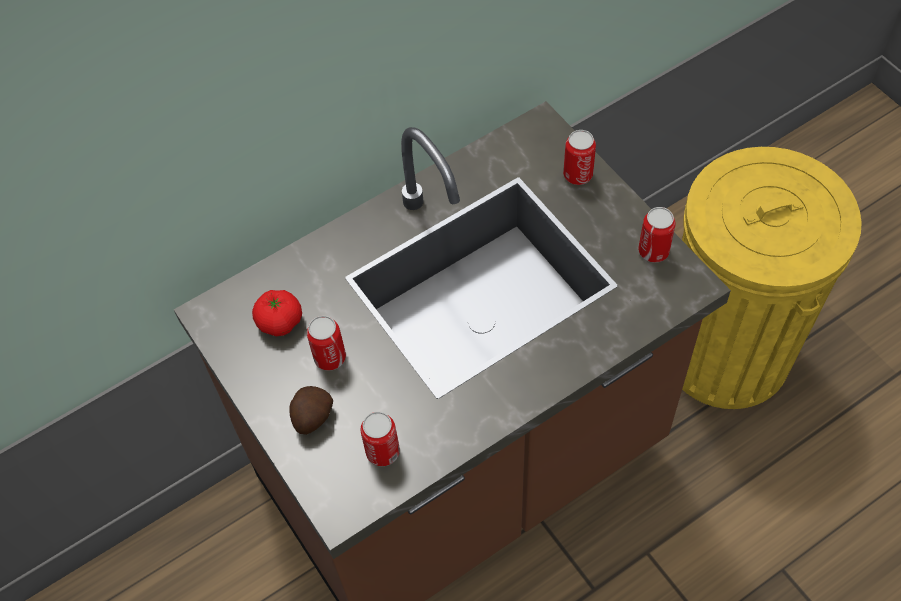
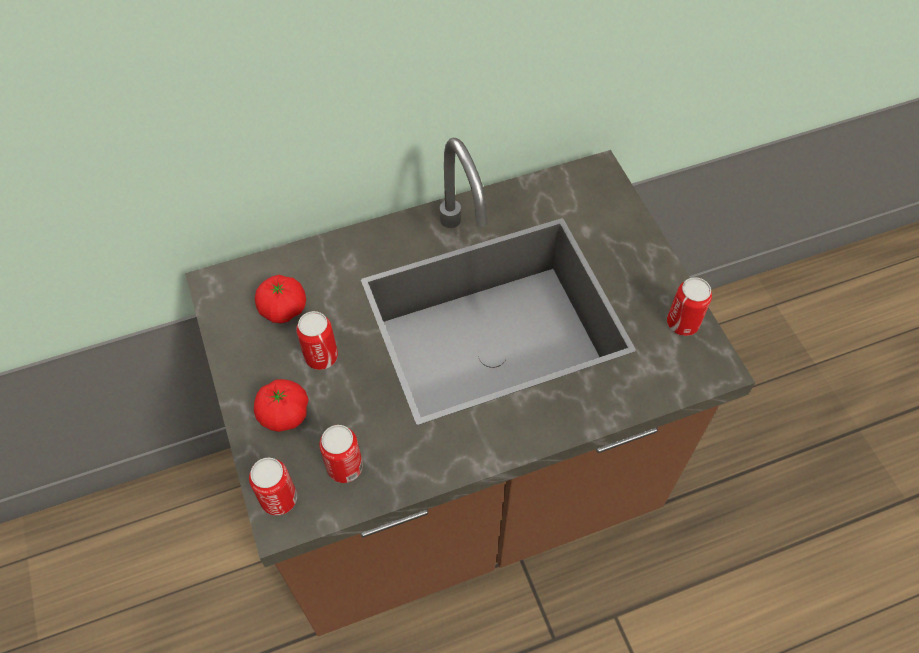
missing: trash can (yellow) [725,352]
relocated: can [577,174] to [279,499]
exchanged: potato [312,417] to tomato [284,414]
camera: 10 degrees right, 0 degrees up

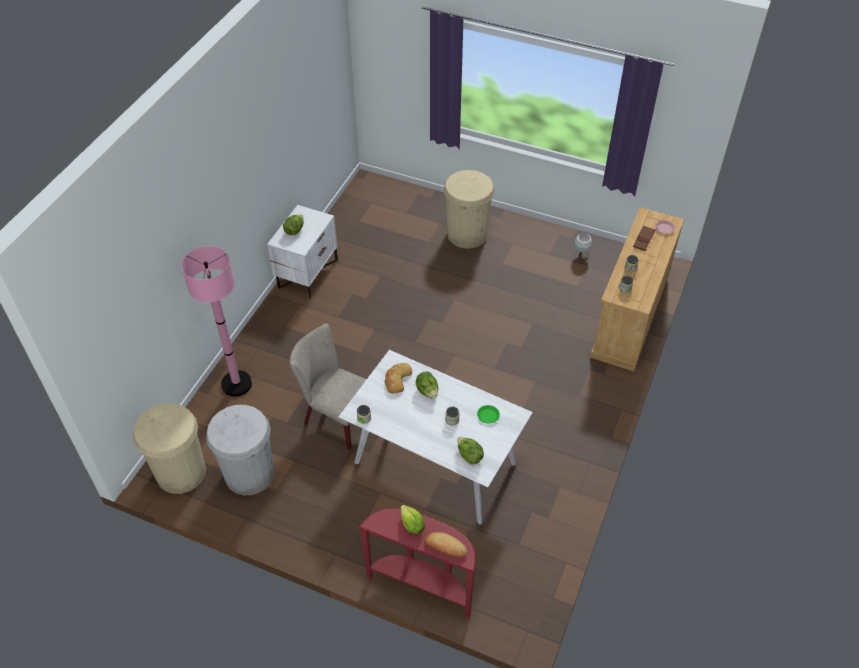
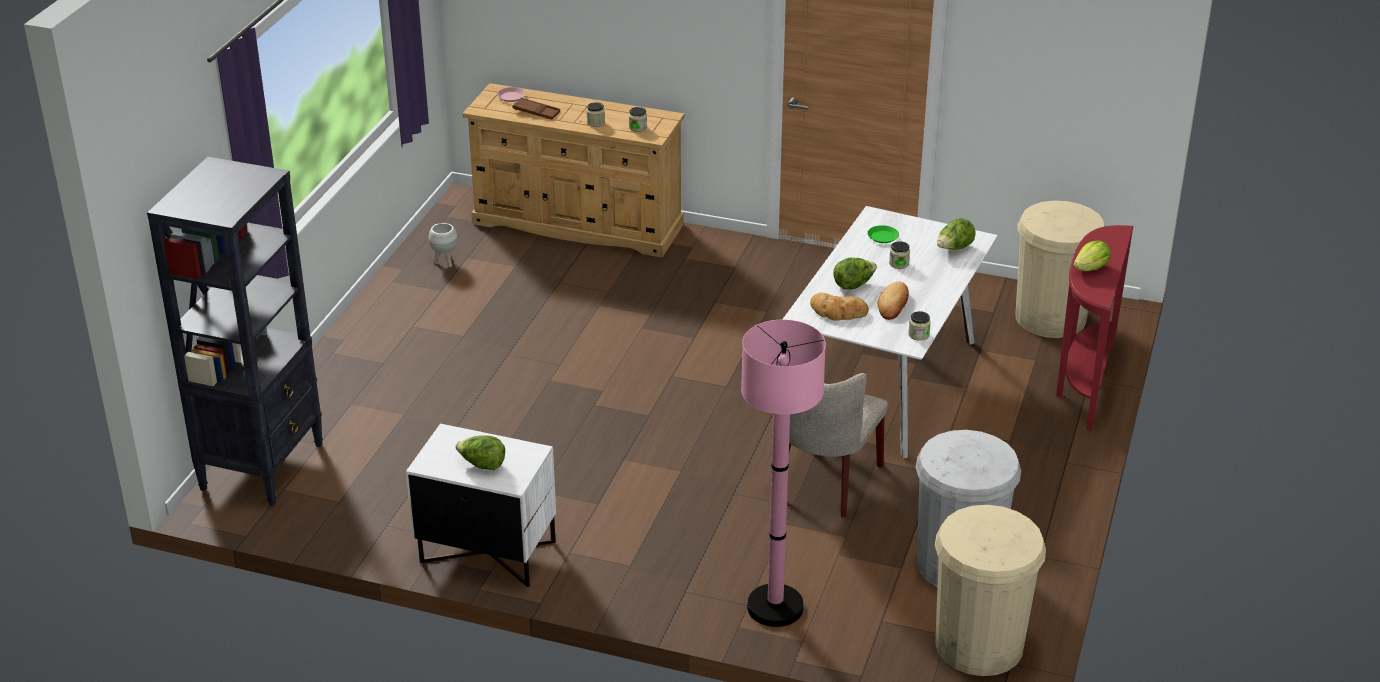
appeared: bookcase (black) [263,466]
relocated: bread [445,546] to [893,304]; trash can (beige) [467,234] to [1050,318]
camera: 95 degrees left, 15 degrees down

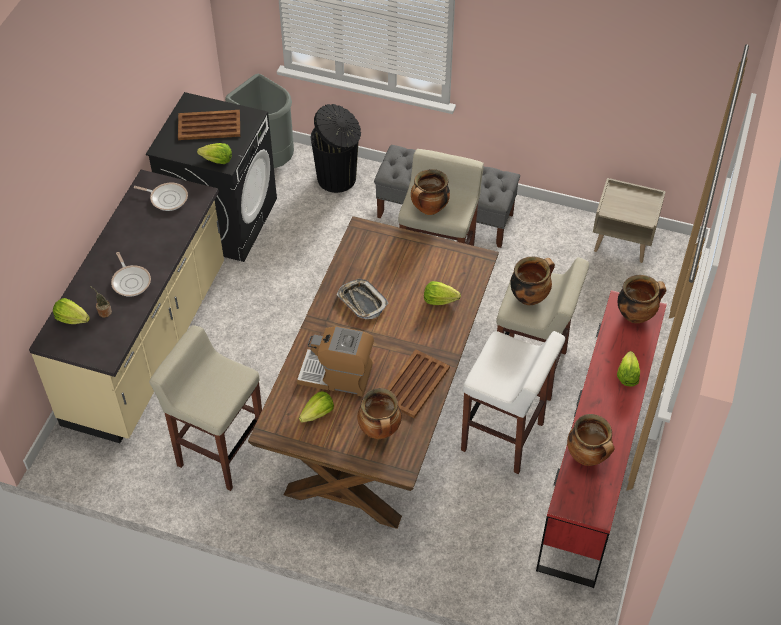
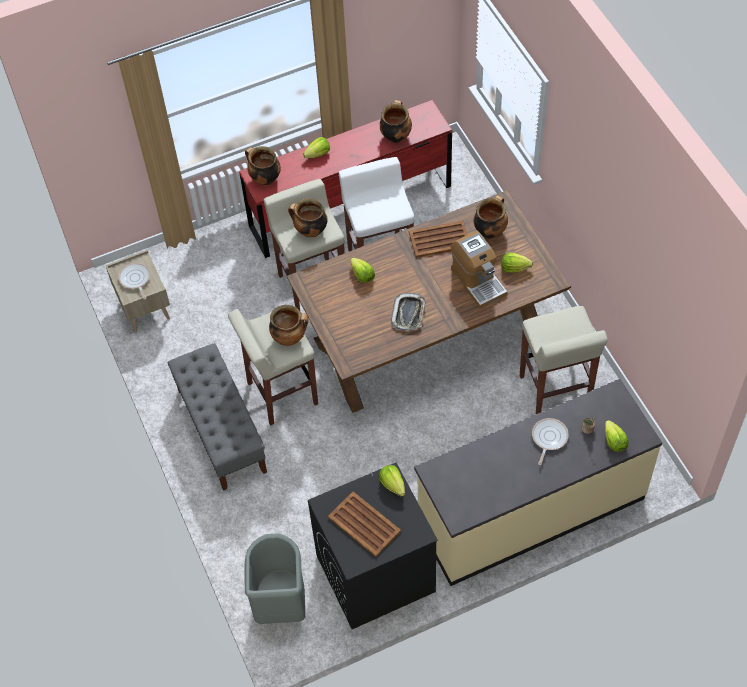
missing: trash can (black) [338,178]
relocated: frying pan [167,198] to [135,279]
camera: 130 degrees left, 5 degrees up

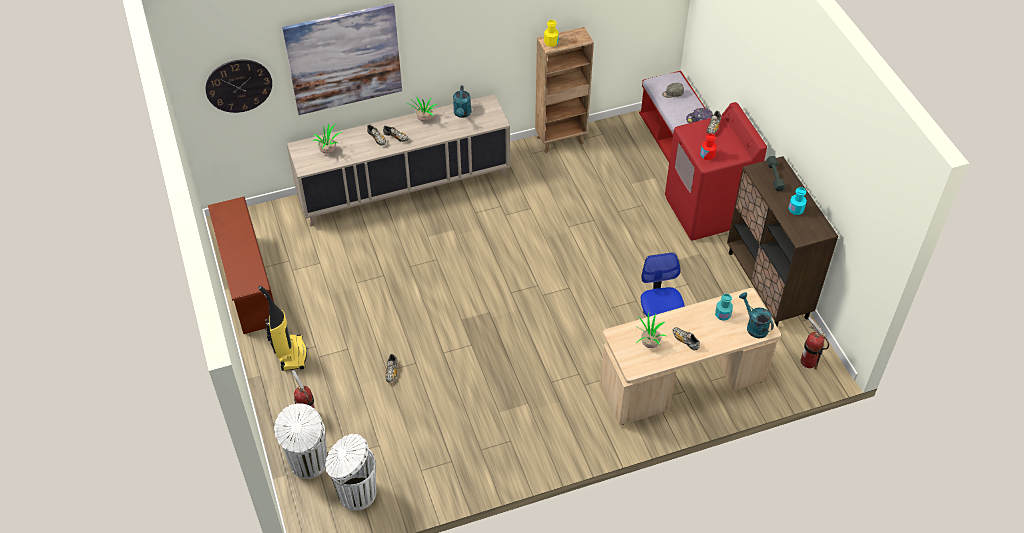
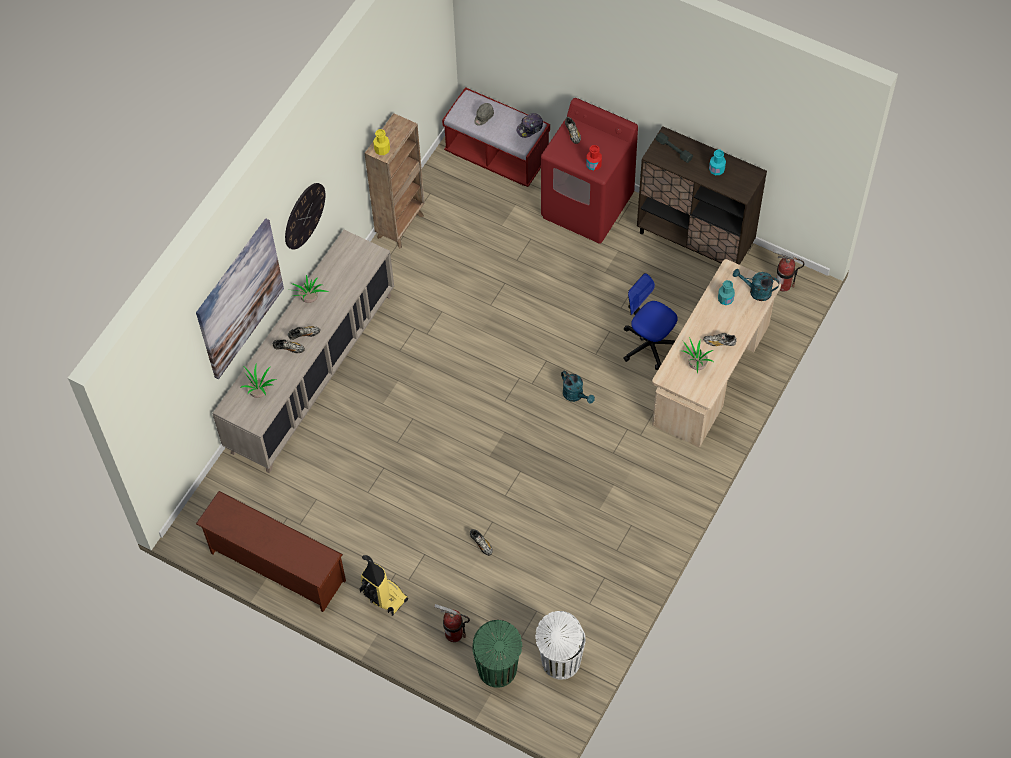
relocated: wall clock [238,85] to [304,215]; watering can (turquoise) [462,114] to [575,395]
colour: trash can (white) [308,463] to trash can (green) [498,670]
camera: 40 degrees left, 10 degrees up

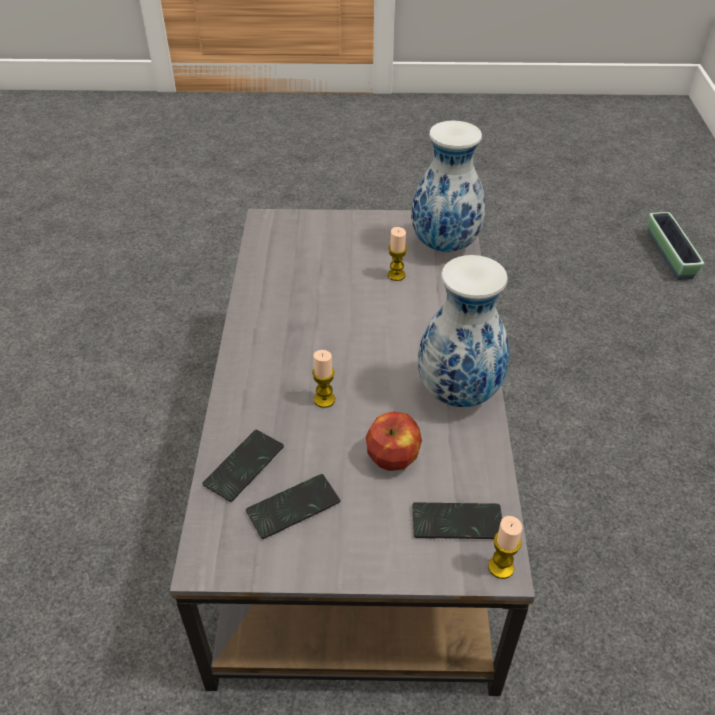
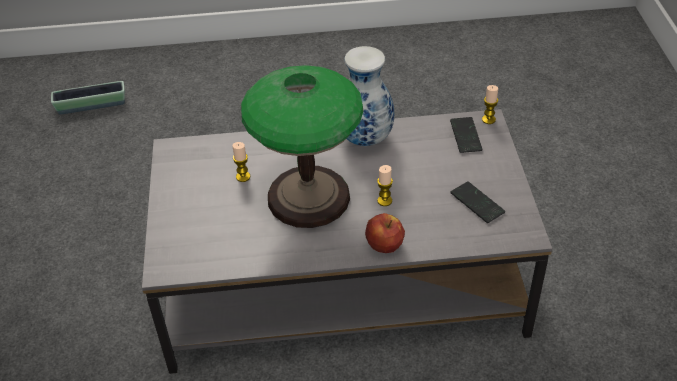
missing: phone [244,466]; vase [445,245]
appeared: table lamp [309,198]
relocated: apple [393,457] to [384,245]
camera: 95 degrees left, 0 degrees up

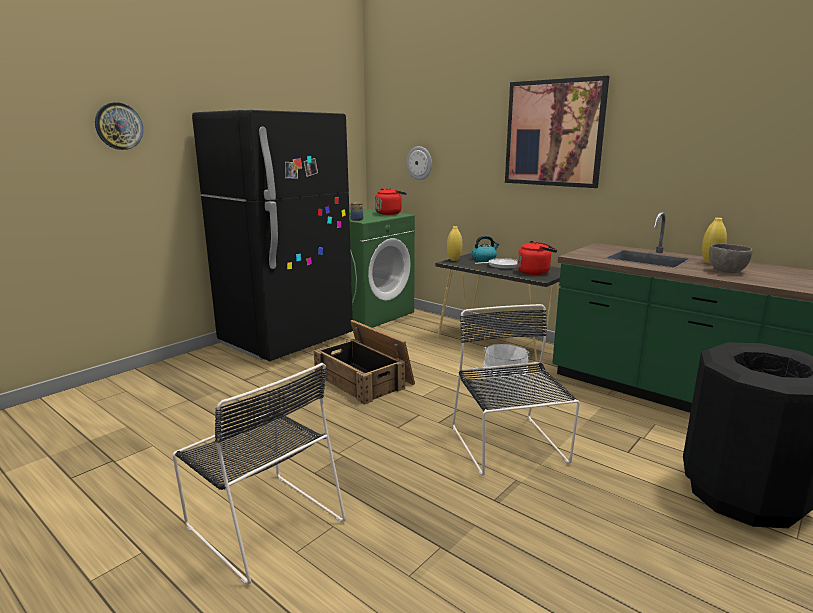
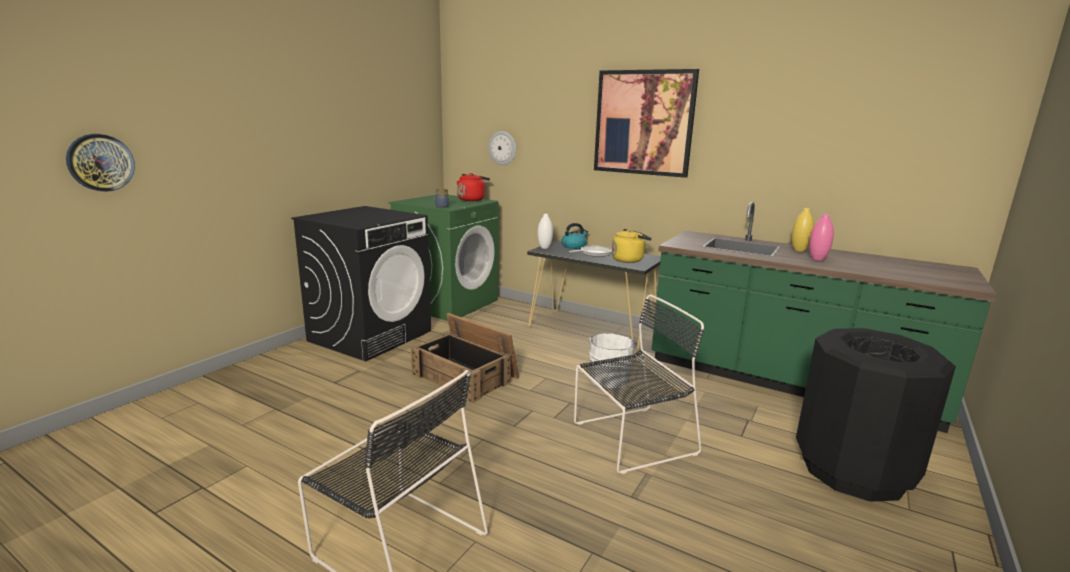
relocated: wall clock [119,126] to [100,162]
exchanged: fridge (black) [287,340] to washing machine (black) [371,335]; bowl (grey) [726,271] to vase (pink) [817,259]
colour: vase (yellow) [454,260] to vase (white) [544,247]; kettle (red) [535,272] to kettle (yellow) [629,260]
spun: chair (black) [509,447] = [630,439] 90 degrees clockwise
camera: 10 degrees left, 0 degrees up

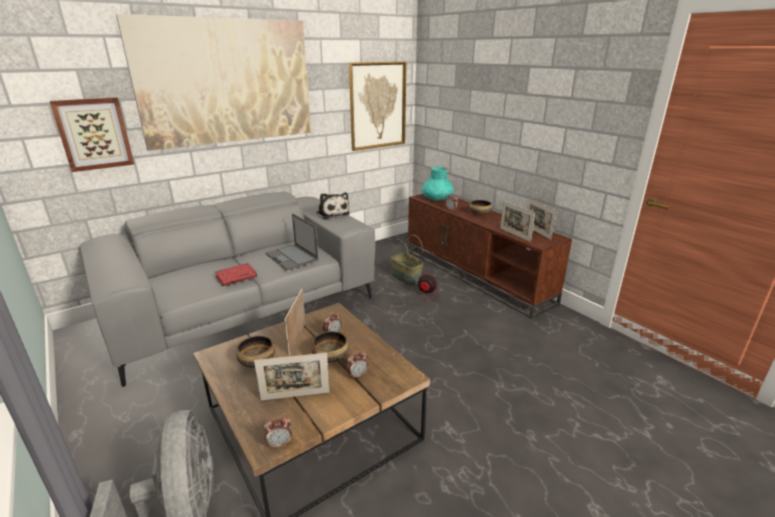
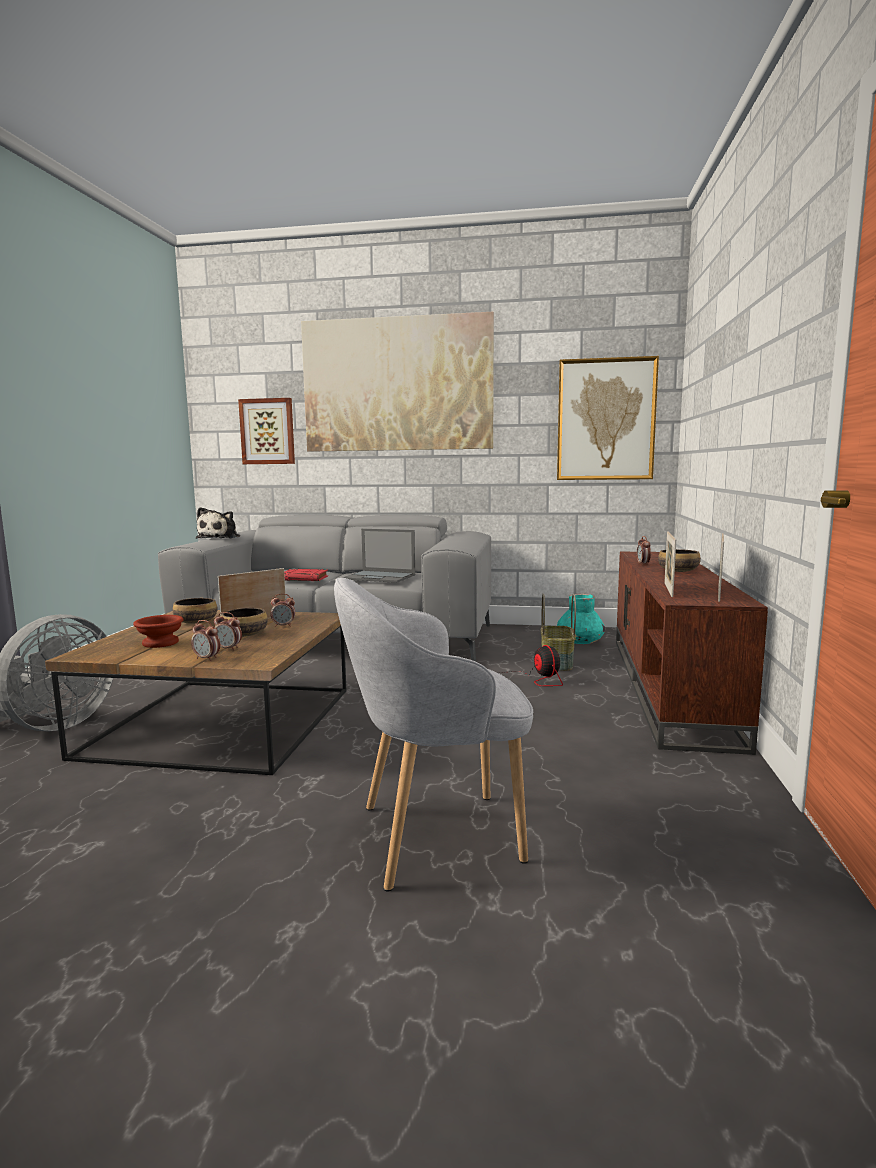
appeared: armchair (grey) [433,836]
relocated: alarm clock [280,444] to [207,659]; plush toy [332,213] to [220,537]; vase (turquoise) [437,199] to [580,642]
exchanged: picture frame [295,396] to bowl (brown) [162,643]
spun: laptop [292,257] = [380,577] 75 degrees counterclockwise
camera: 45 degrees right, 15 degrees down

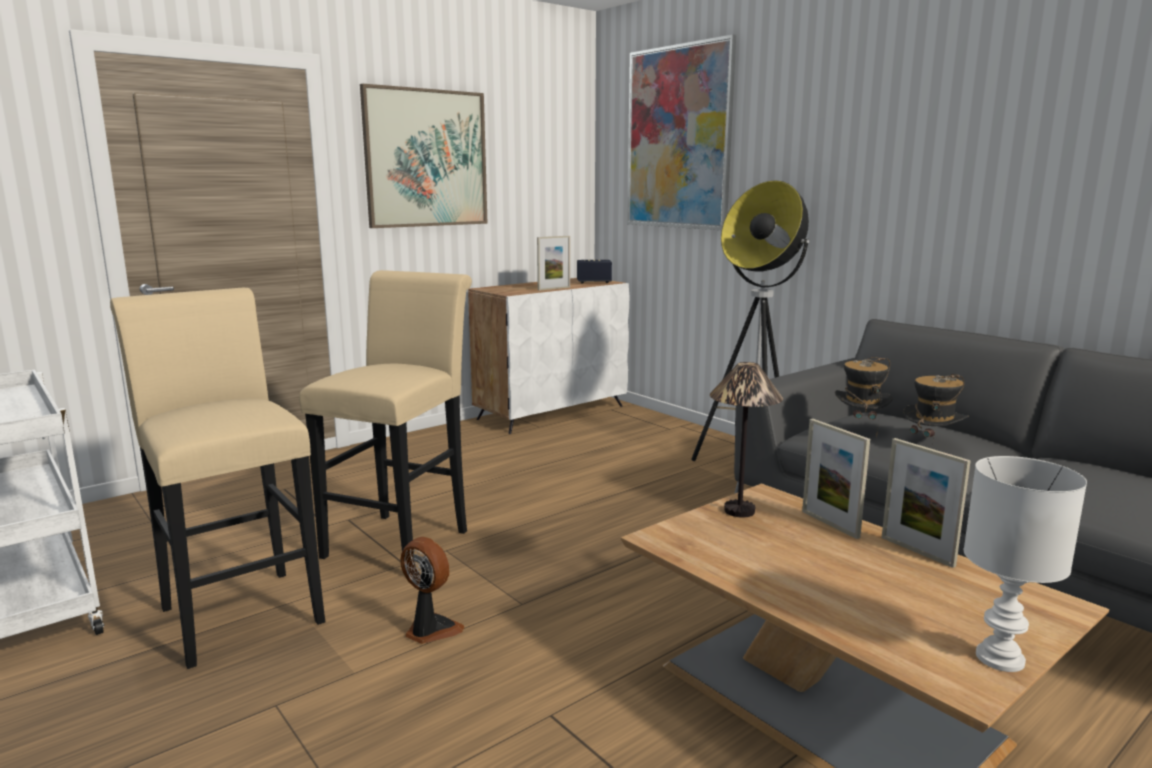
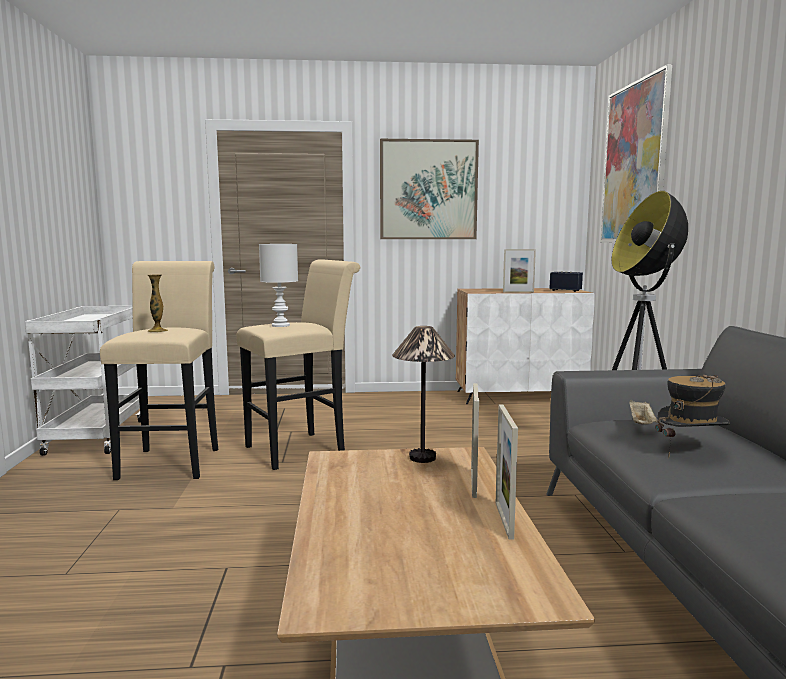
missing: fan [430,630]
appeared: vase [157,331]
relocated: table lamp (white) [999,657] to [281,325]
exchanged: hat [859,428] to tray (beige) [641,424]
camera: 35 degrees right, 5 degrees down

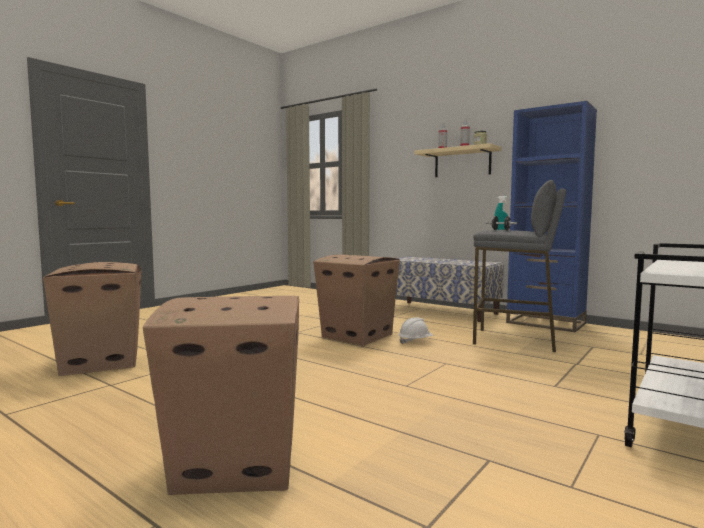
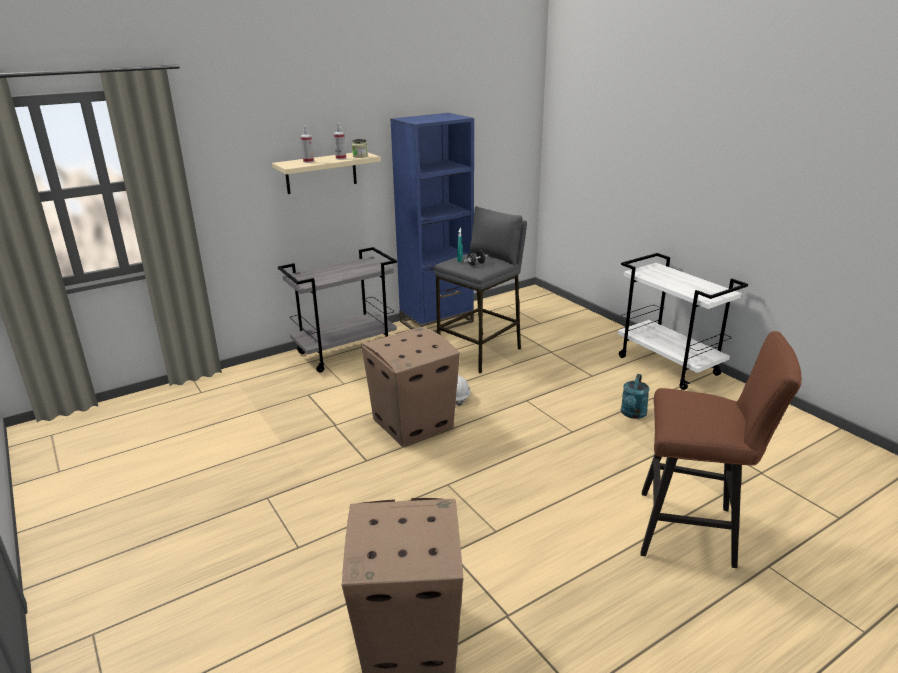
appeared: watering can (turquoise) [632,414]
exchanged: cardboard box [234,462] to stool (brown) [695,531]; bench [441,311] to cart (grey) [346,352]
camera: 70 degrees left, 20 degrees up

